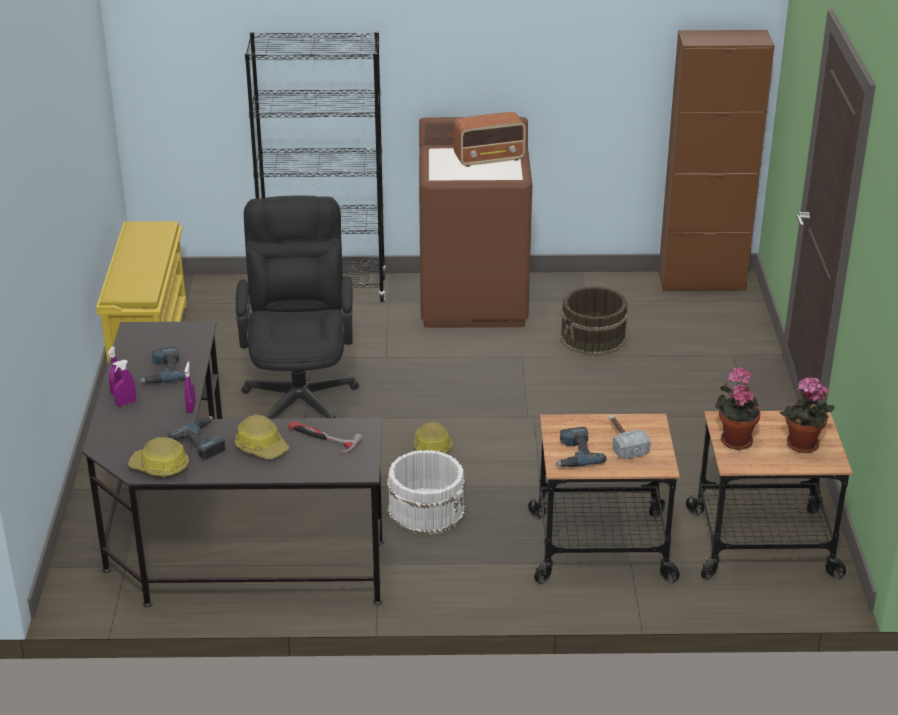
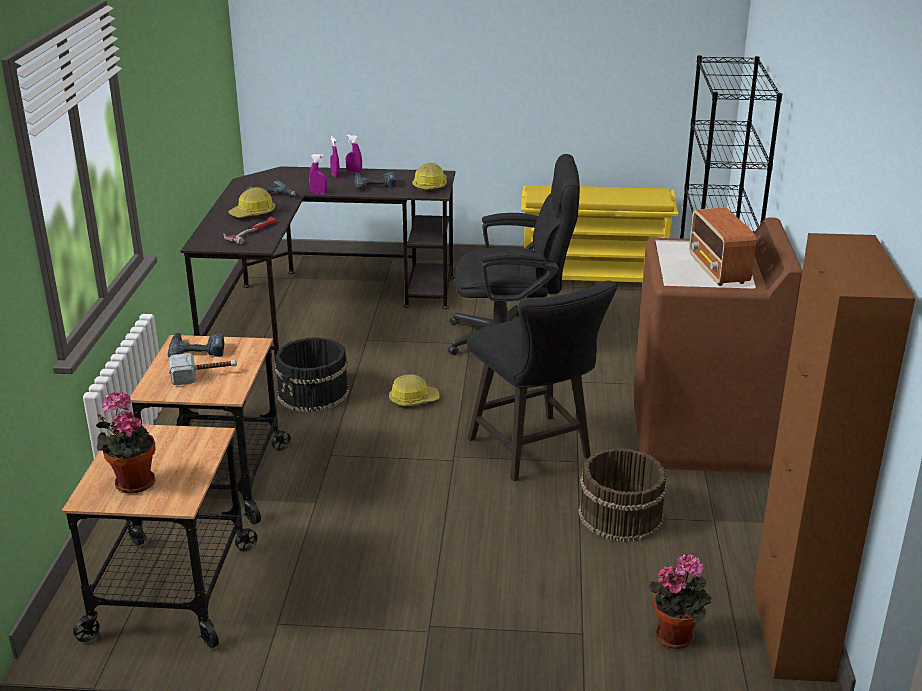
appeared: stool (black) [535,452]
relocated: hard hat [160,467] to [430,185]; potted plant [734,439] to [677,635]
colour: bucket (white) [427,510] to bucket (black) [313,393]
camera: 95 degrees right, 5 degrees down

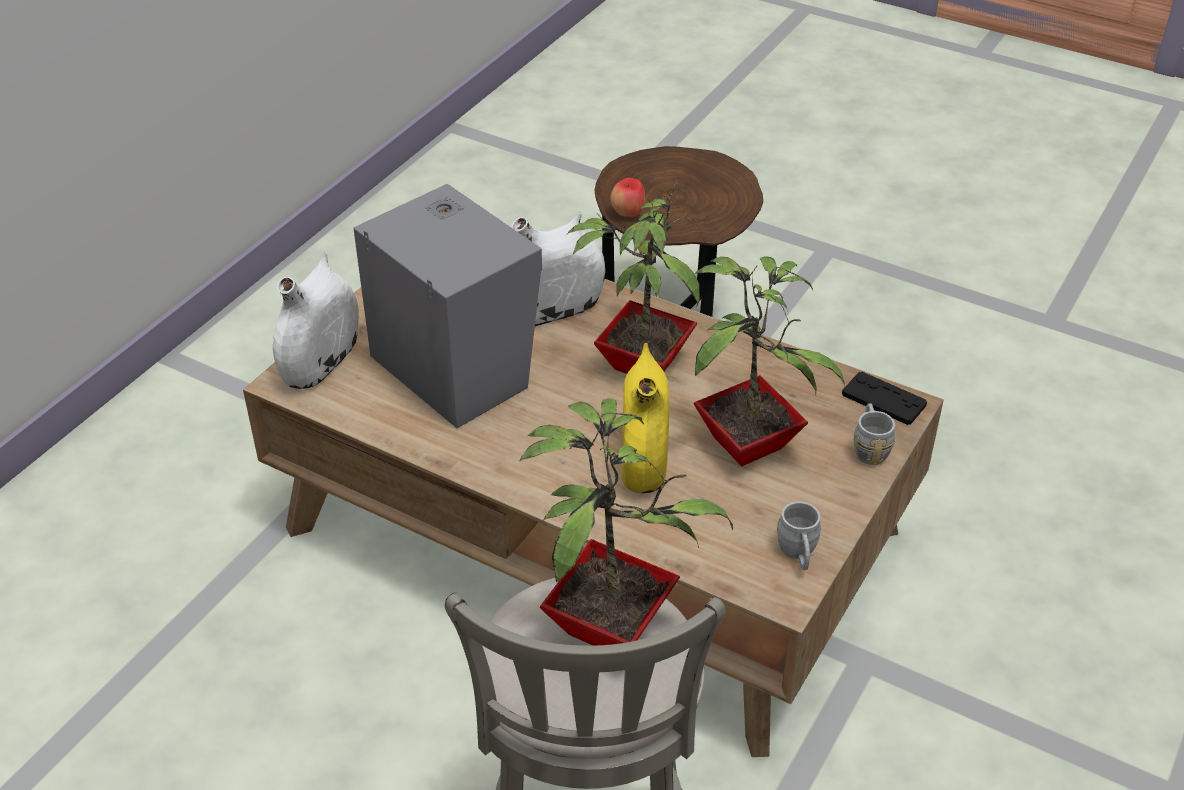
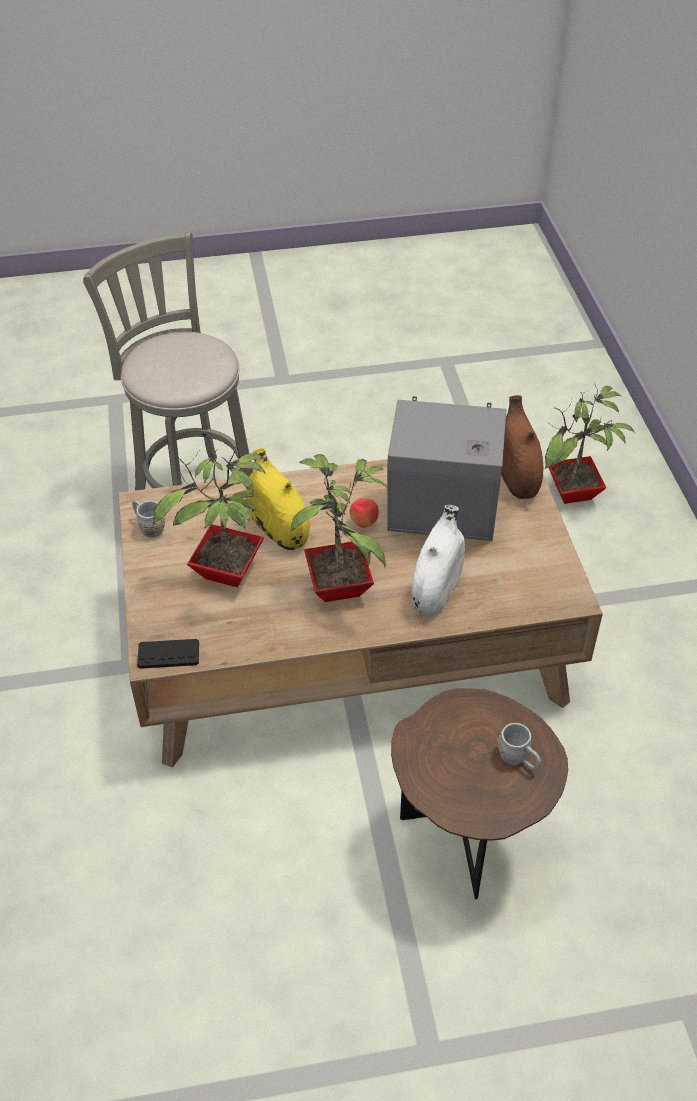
relocated: potted plant [613,623] to [573,495]; apple [628,213] to [364,523]; mug (grey) [869,448] to [518,759]
colour: vase (white) [322,361] to vase (brown) [515,477]
camera: 140 degrees right, 5 degrees up

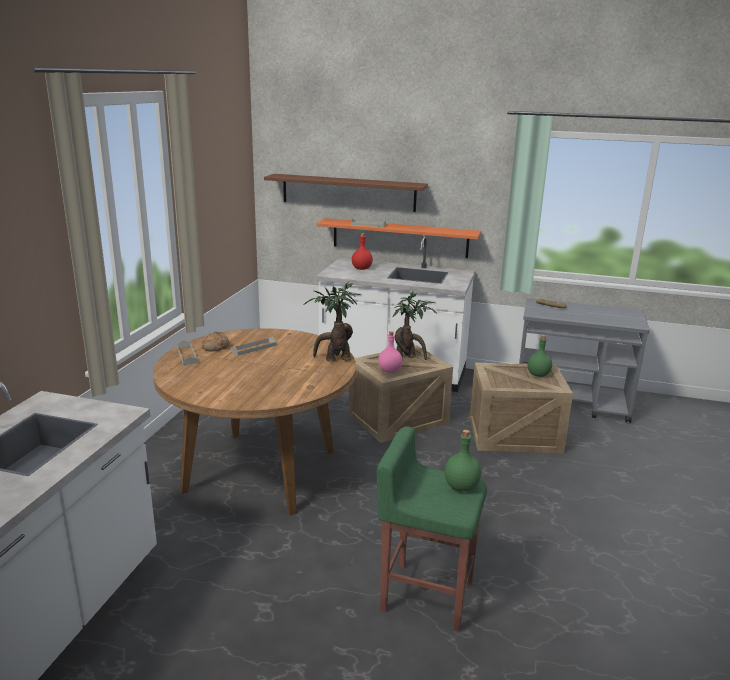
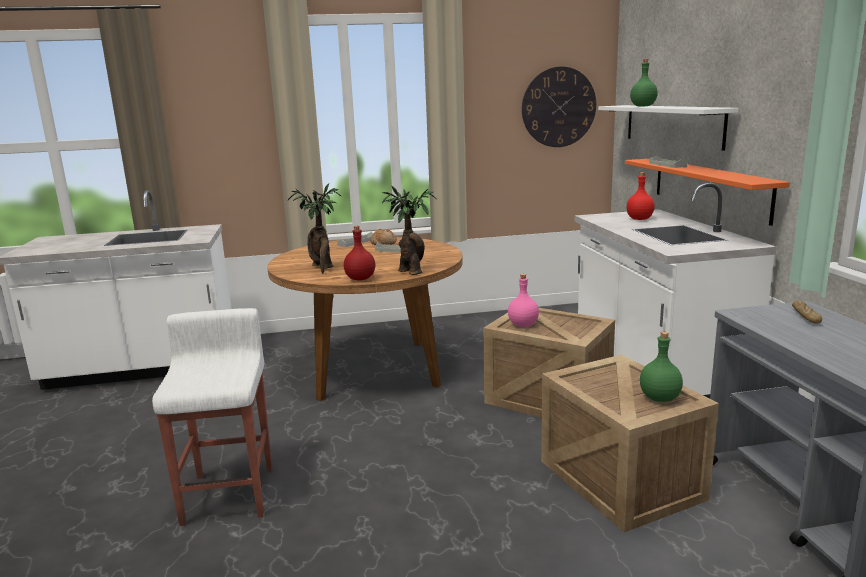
appeared: bottle (red) [360,279]; wall clock [558,107]
relocated: potted plant [408,357] to [322,268]; bottle (green) [460,486] to [643,106]
colour: shelf (brown) [348,192] to shelf (white) [672,125]; stool (green) [425,595] to stool (white) [230,494]
camera: 65 degrees right, 5 degrees down

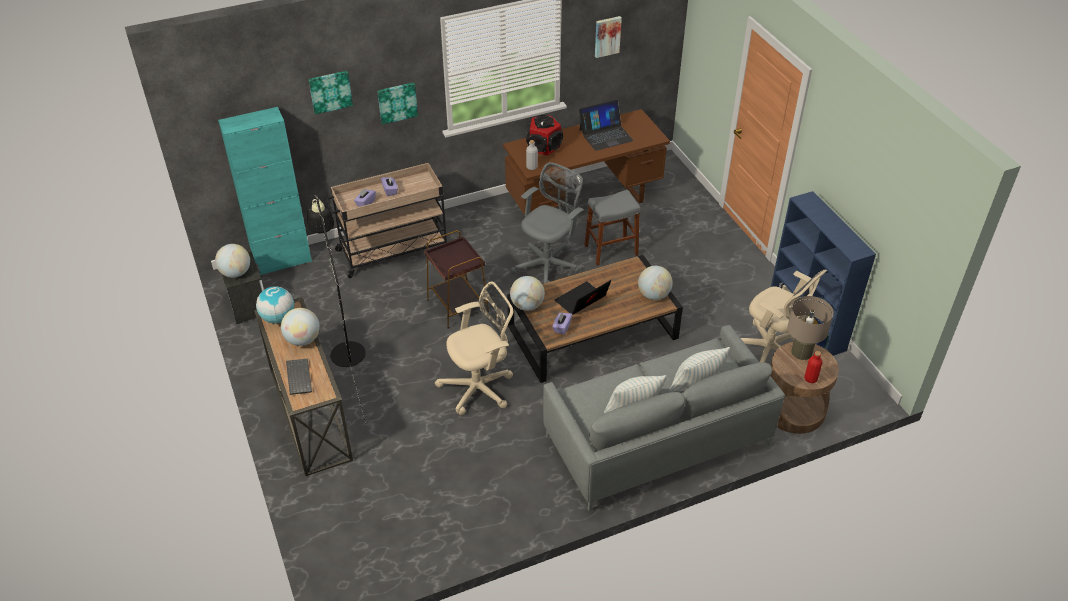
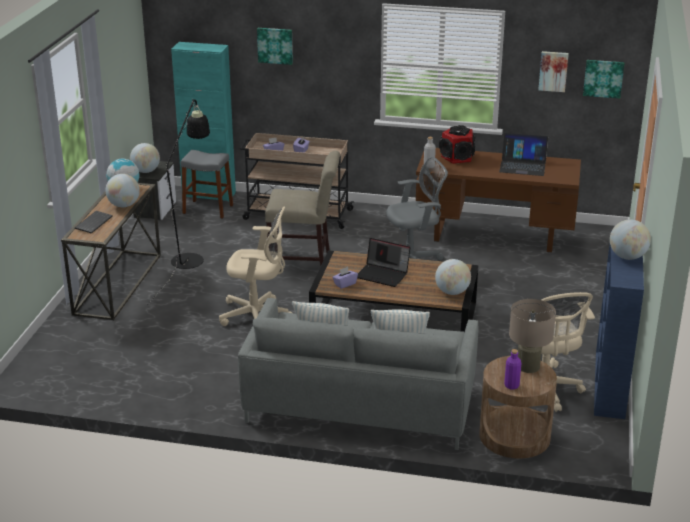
relocated: picture [397,102] to [603,78]; globe [527,305] to [627,257]; stool (grey) [611,250] to [208,209]
exchanged: side table (brown) [457,306] to chair (beige) [304,263]
colour: bottle (red) [810,379] to bottle (purple) [511,385]
spun: laptop [581,301] = [383,274] 150 degrees counterclockwise
camera: 35 degrees right, 15 degrees down

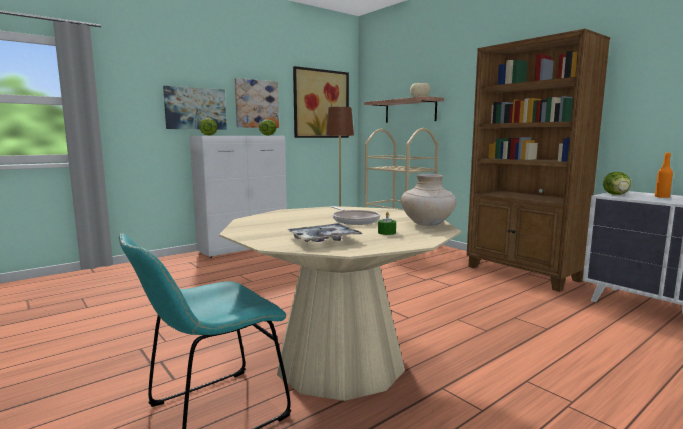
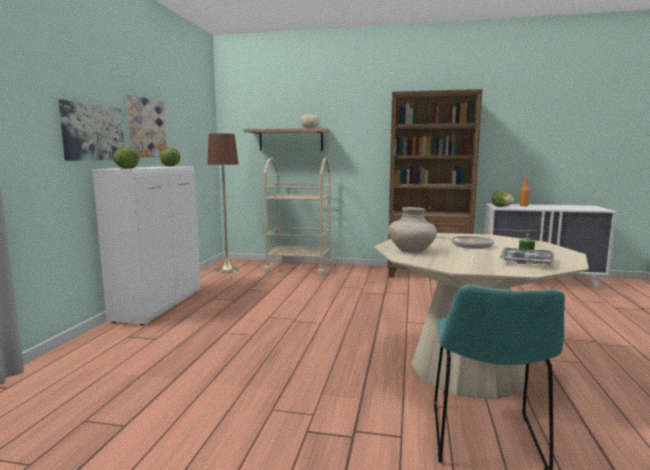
missing: picture [321,104]
relocated: vase (beige) [427,224] to [411,251]
camera: 40 degrees left, 0 degrees up

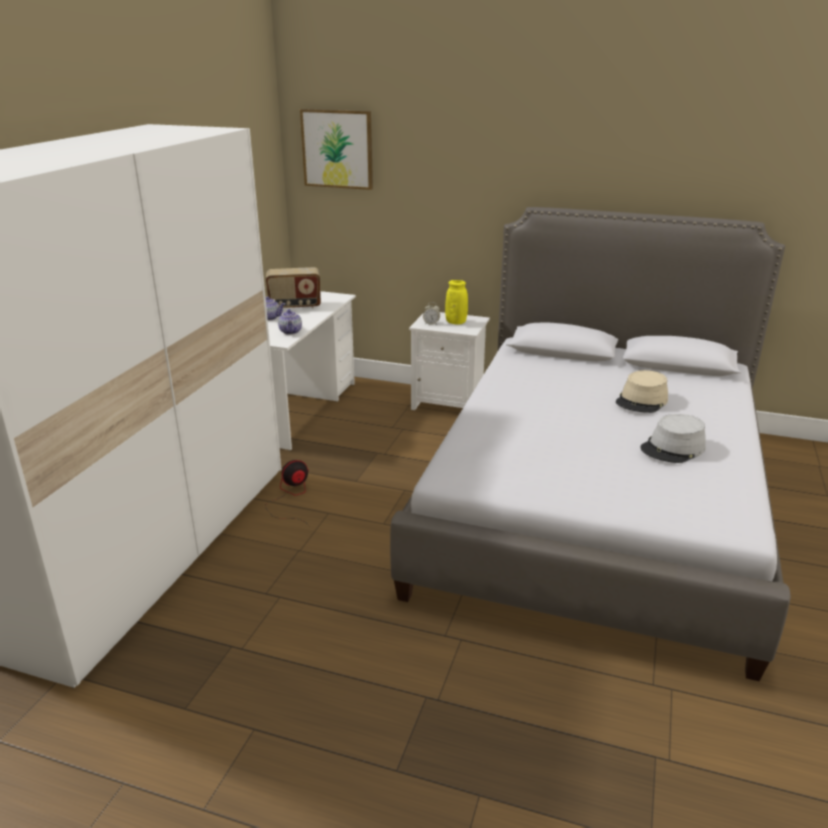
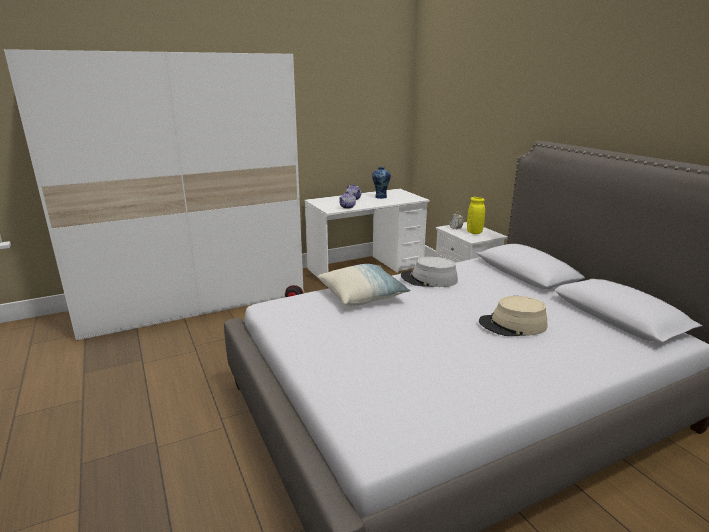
missing: picture [337,149]
appeared: pillow [362,295]
relocated: hat (grey) [673,448] to [429,279]
exchanged: radio [295,306] to vase [380,197]
camera: 45 degrees right, 5 degrees down

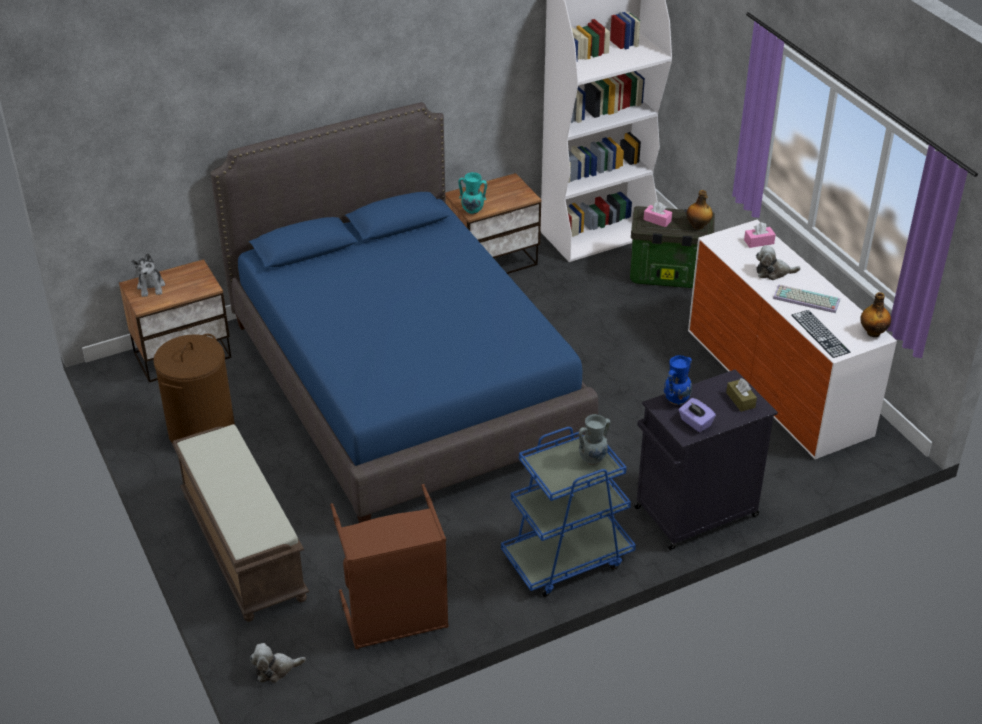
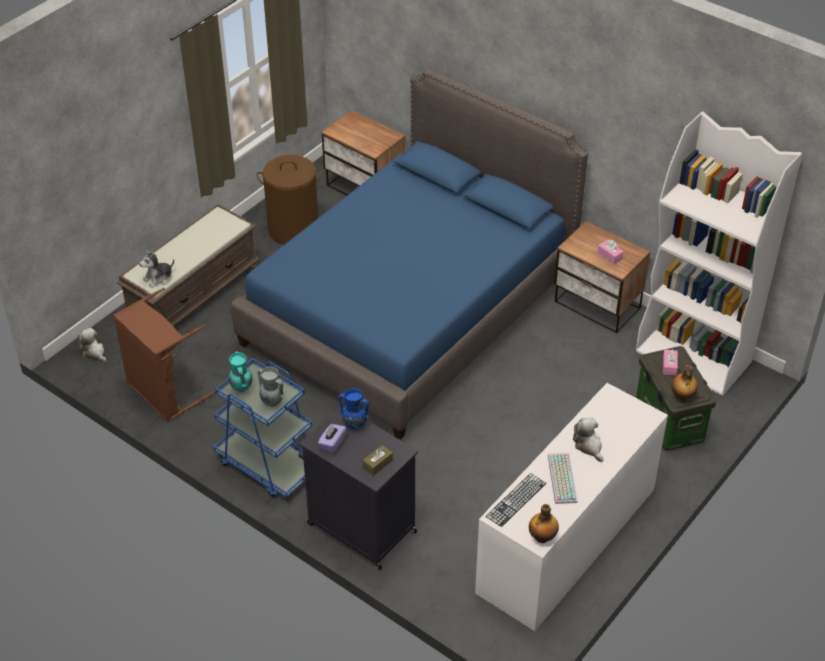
relocated: plush toy [151,287] to [158,278]; vase (turquoise) [473,211] to [241,388]; tissue box (pink) [759,242] to [609,255]
camera: 65 degrees right, 5 degrees up

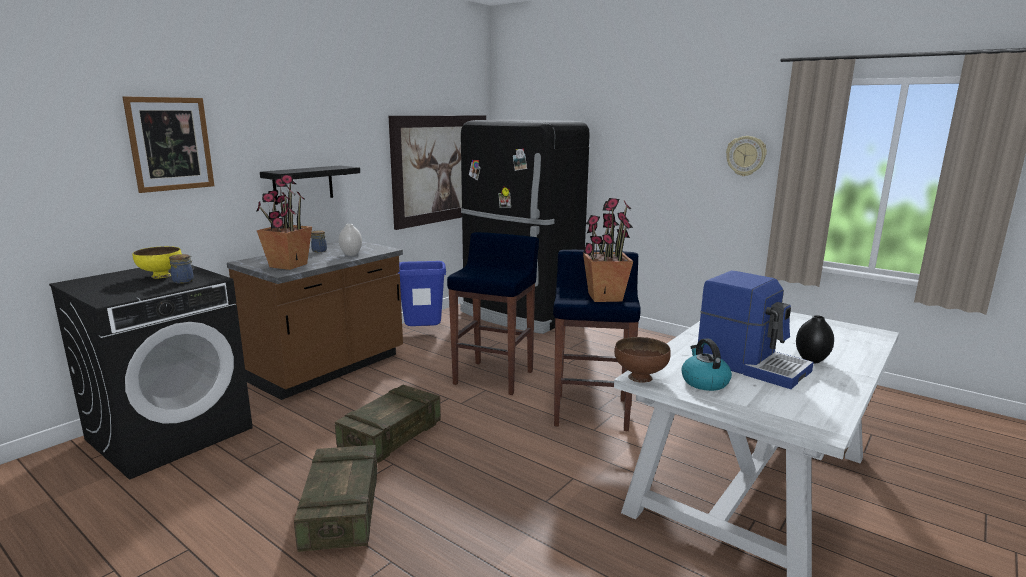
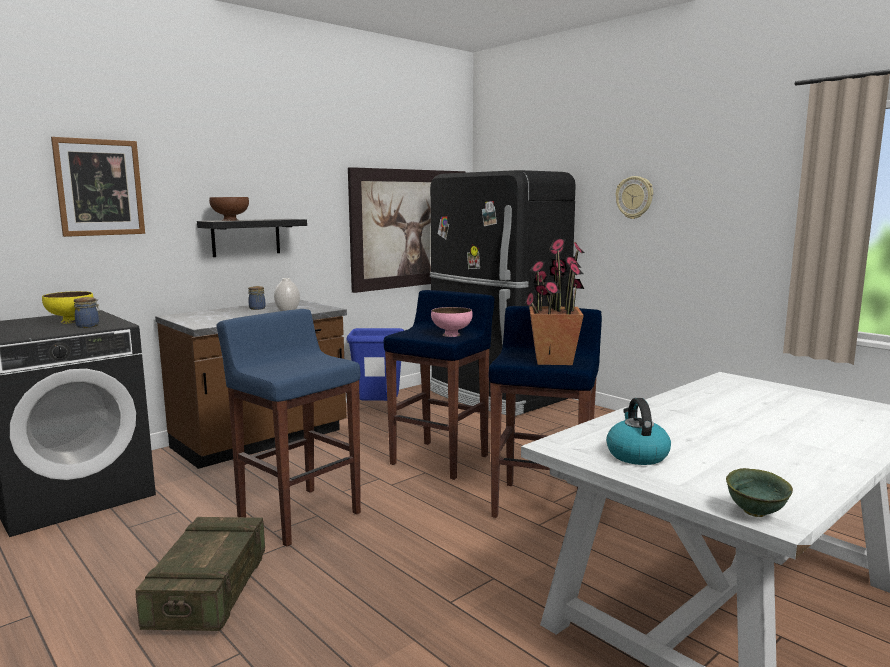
missing: potted plant [288,265]; coffee machine [751,365]; vase (black) [811,360]
appeared: bowl (pink) [452,335]; bowl (green) [756,513]
relocated: bowl (brown) [640,377] to [231,220]; wall clock [746,156] to [634,197]
exchanged: crate [391,437] to stool (blue) [298,515]
camera: 10 degrees right, 5 degrees down

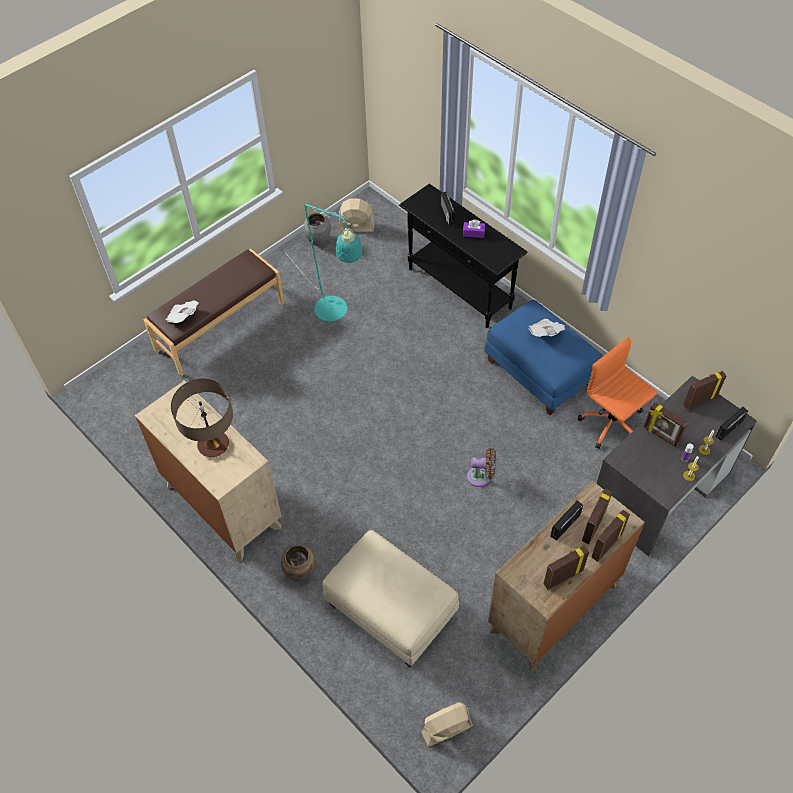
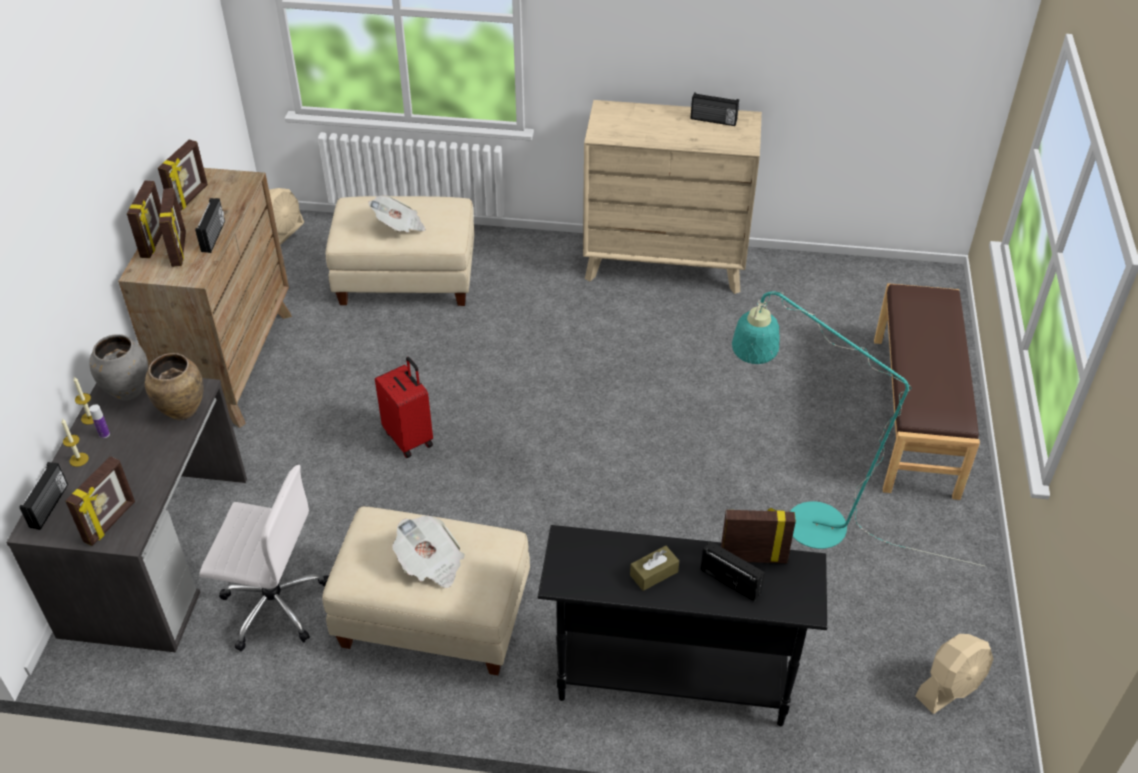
missing: table lamp [213,445]
appeared: radio [713,120]
relocated: newspaper [183,317] to [399,226]; vase (brown) [301,572] to [182,411]; vase (grey) [318,241] to [128,392]; picture frame [660,435] to [753,557]
exchanged: fan (brown) [481,477] to suitcase (red) [410,438]
colour: tissue box (purple) [473,233] to tissue box (brown) [654,573]; ottoman (blue) [540,372] to ottoman (beige) [432,618]; office chair (orange) [612,424] to office chair (white) [273,604]
camera: 140 degrees right, 10 degrees down

